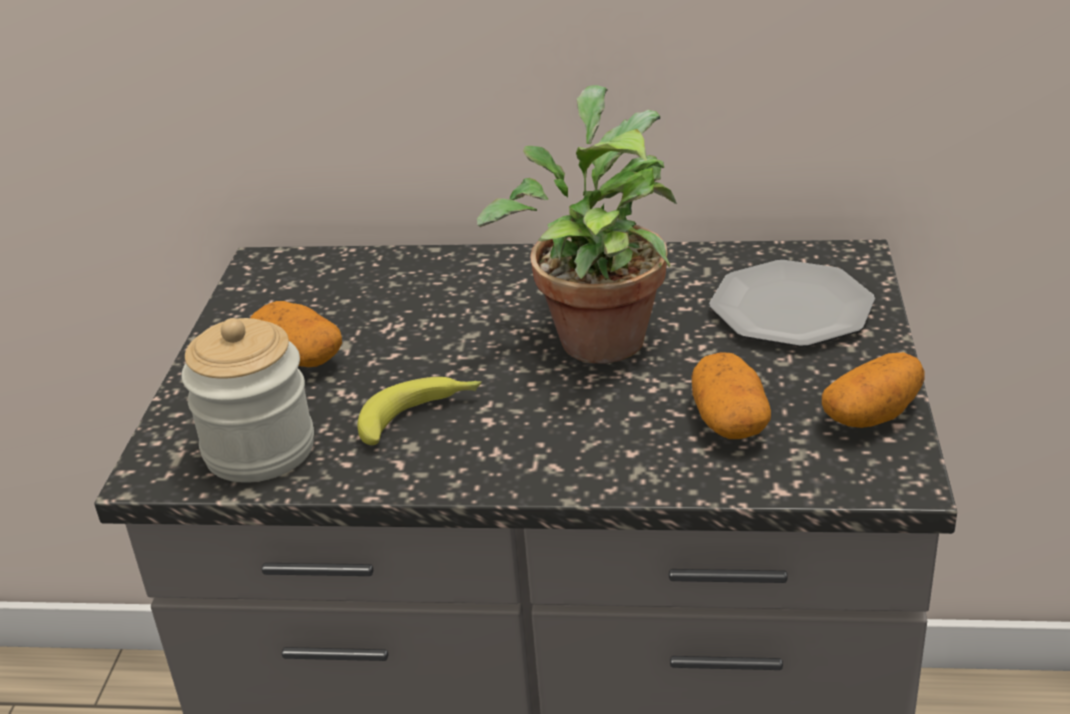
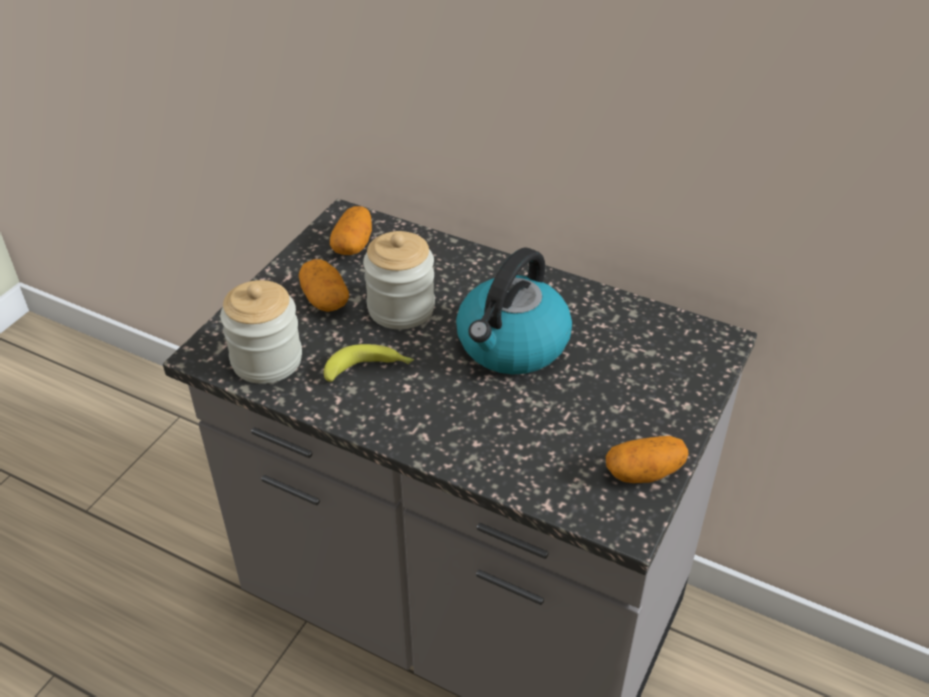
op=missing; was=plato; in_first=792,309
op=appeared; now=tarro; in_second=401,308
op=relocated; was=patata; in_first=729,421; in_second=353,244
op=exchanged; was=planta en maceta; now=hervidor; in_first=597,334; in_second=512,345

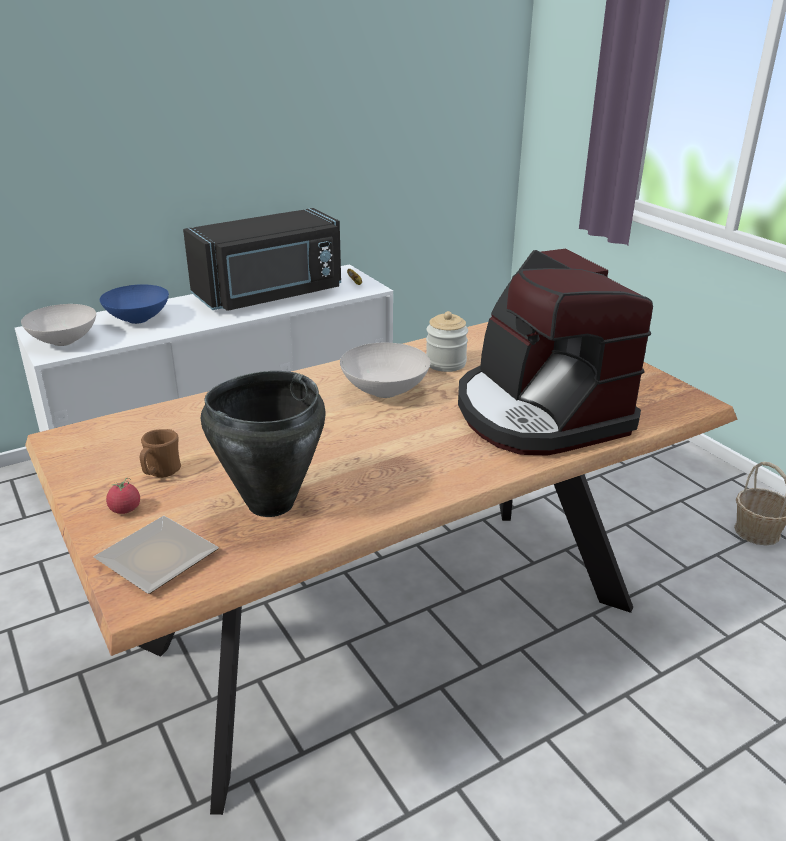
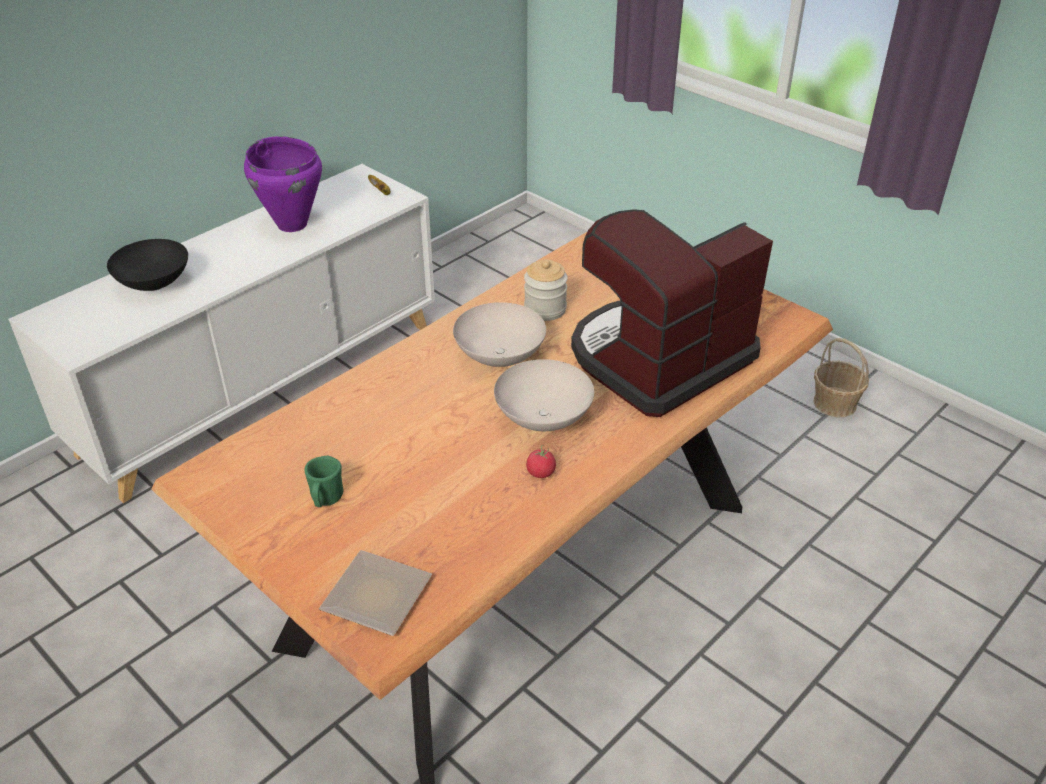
op=missing; was=olla/negro; in_first=269,503
op=relocated; was=cuenco/blanco; in_first=63,342; in_second=544,419
op=relocated; was=tomate; in_first=125,509; in_second=541,472
op=exchanged; was=microondas/negro; now=olla/morado; in_first=270,295; in_second=292,224
op=colour; was=cuenco/azul; now=cuenco/negro; in_first=139,319; in_second=155,283
op=colour; was=taza grande/marrón; now=taza grande/verde; in_first=161,473; in_second=325,500
op=spun; was=cafetera; in_first=539,413; in_second=658,359; clockwise=90

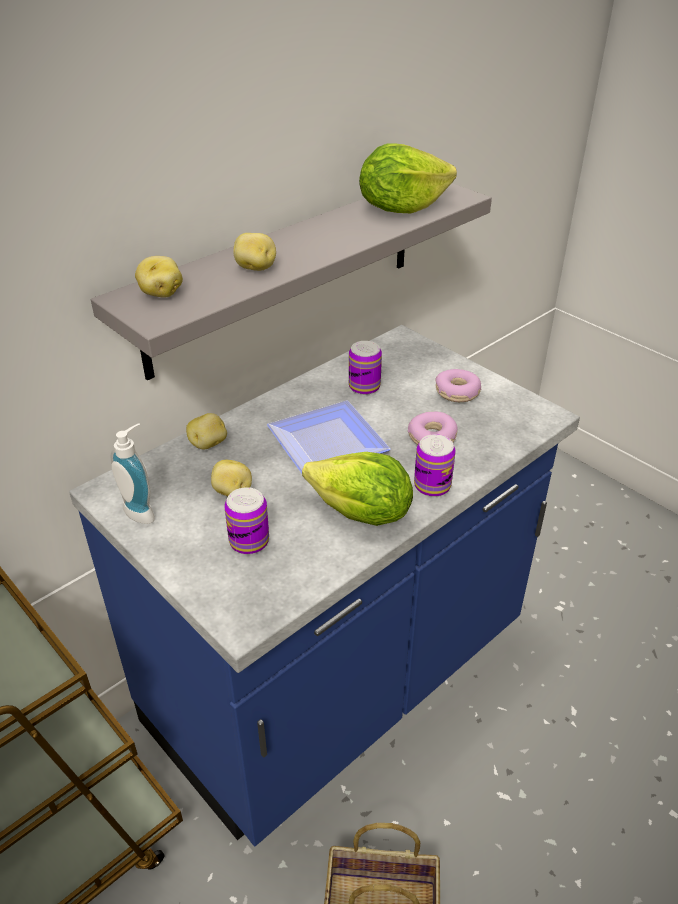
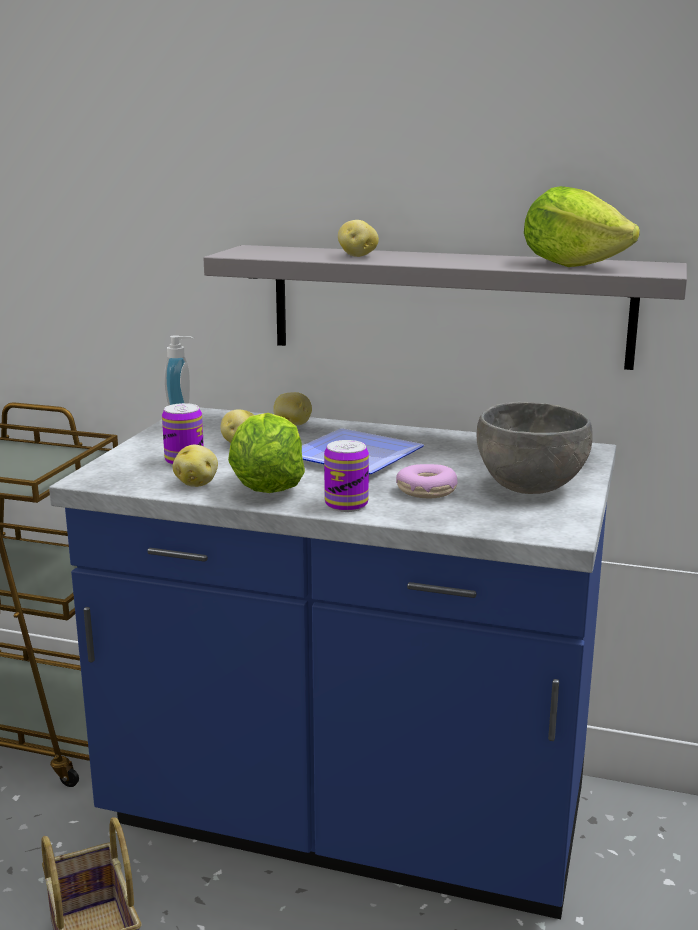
op=missing; was=lata; in_first=364,387
op=relocated; was=patata; in_first=161,293; in_second=197,483
op=exchanged; was=rosquilla; now=cuenco/gris; in_first=457,392; in_second=528,487

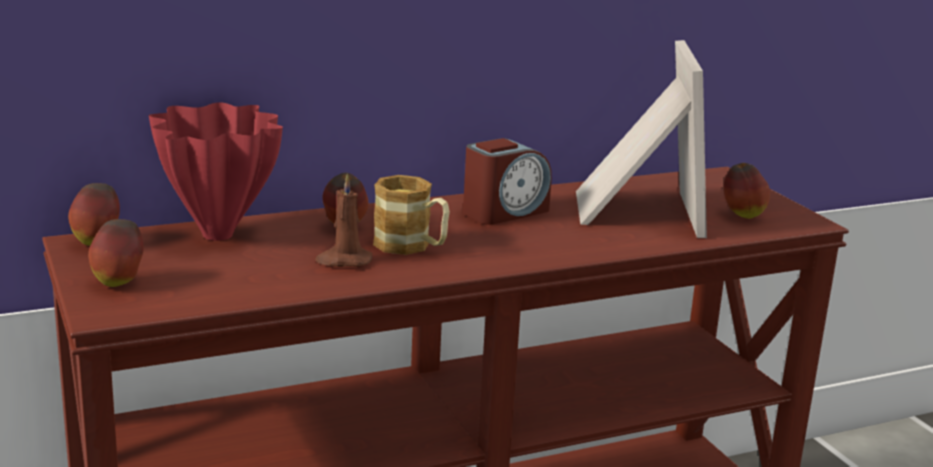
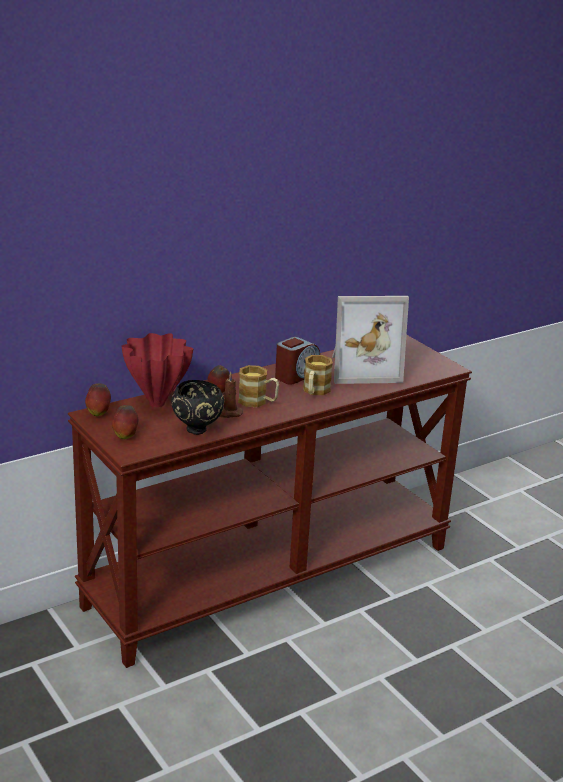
op=missing; was=manzana; in_first=742,215
op=appeared; now=cuenco/negro; in_second=198,430
op=appeared; now=taza grande; in_second=314,391
op=spun; was=portarretratos; in_first=634,210; in_second=362,368; clockwise=90

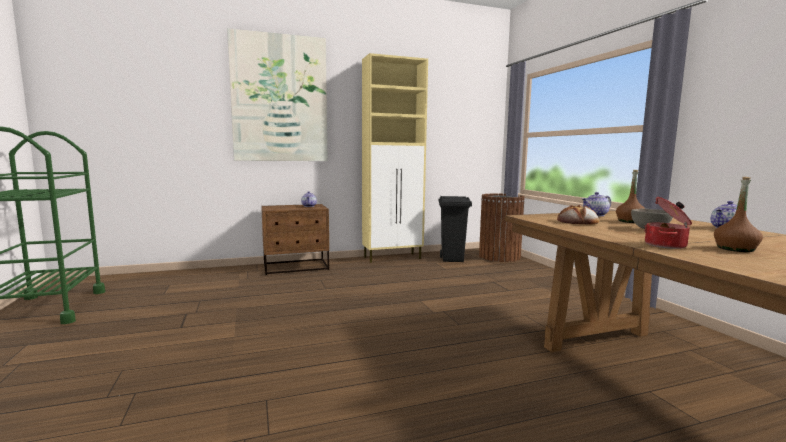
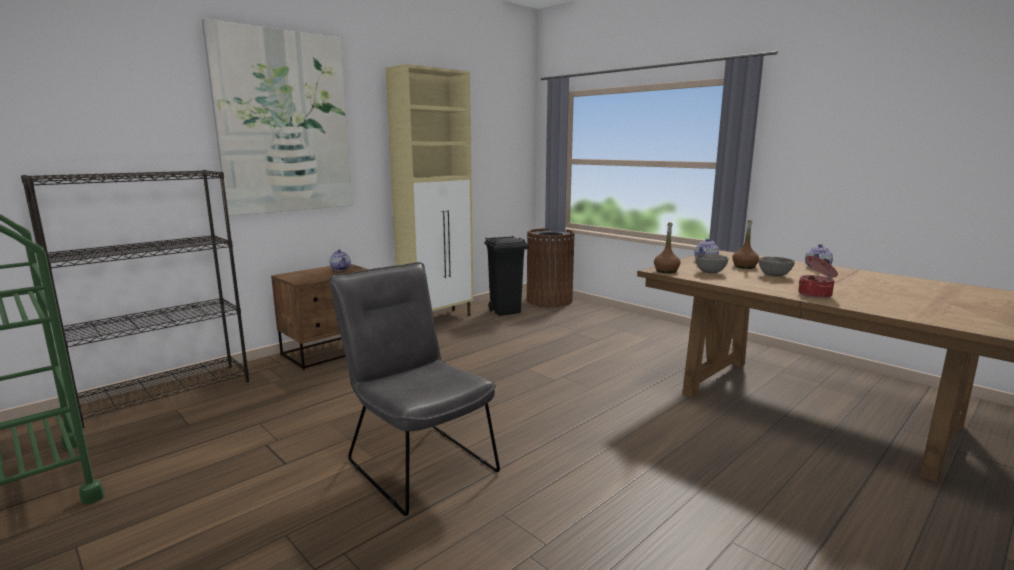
op=appeared; now=estantería/negro; in_second=166,393
op=appeared; now=silla/gris; in_second=416,461
op=relocated; was=botella/marrón; in_first=735,249; in_second=666,271
op=exchanged; was=pan; now=cuenco/gris; in_first=578,222; in_second=711,272

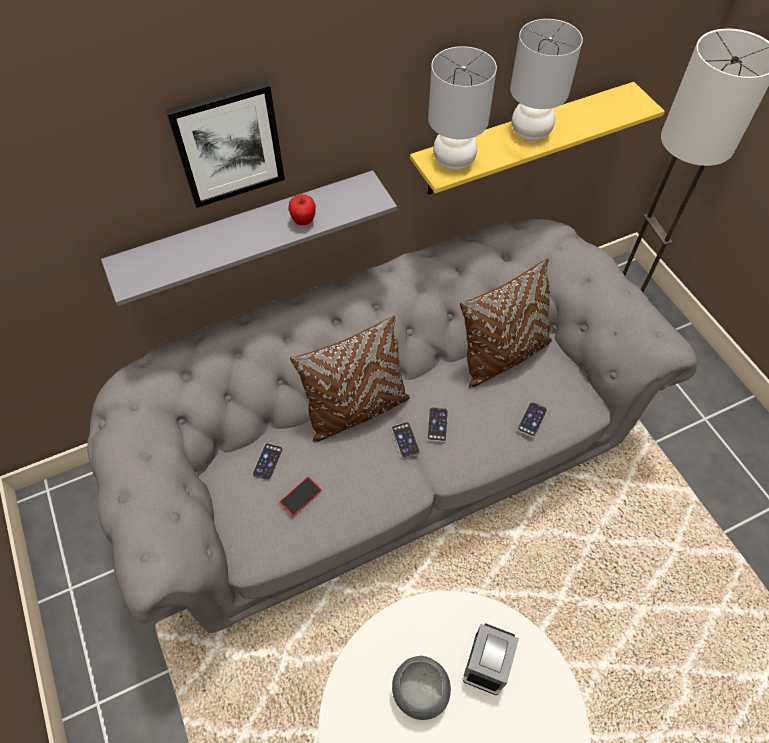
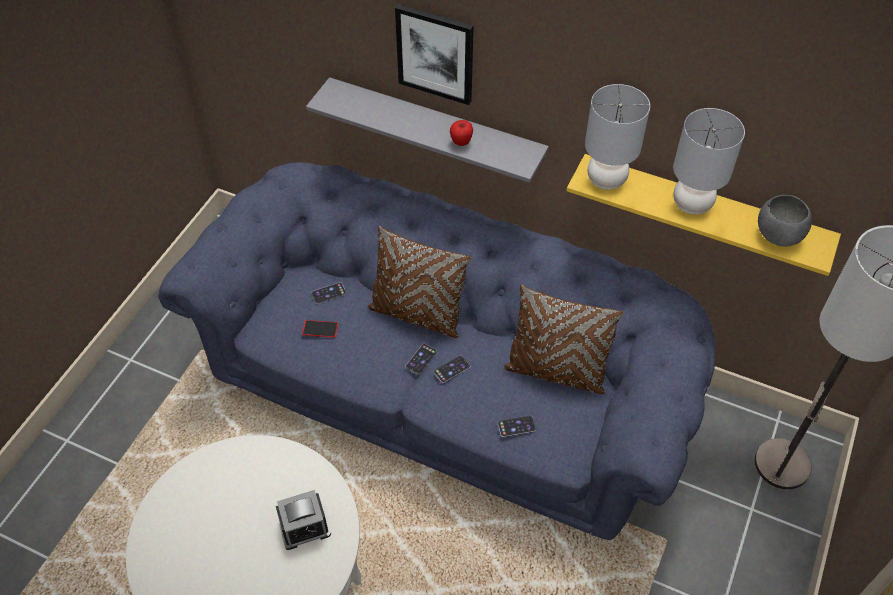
op=relocated; was=cuenco/gris; in_first=420,690; in_second=779,235
op=colour; was=sofá/gris; now=sofá/azul; in_first=385,454; in_second=445,390

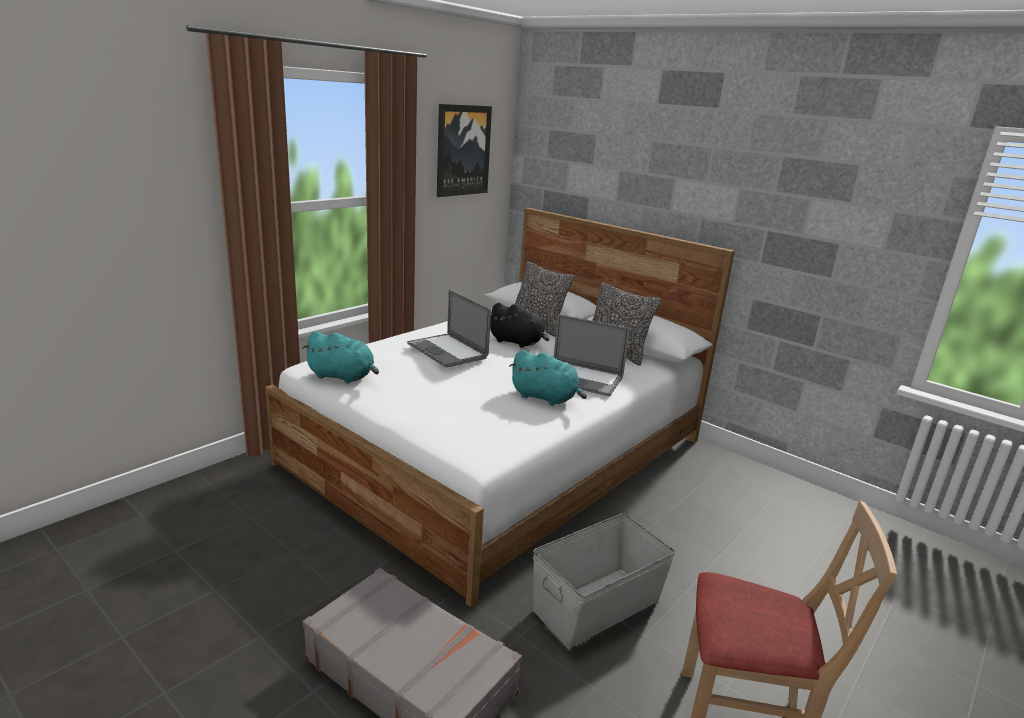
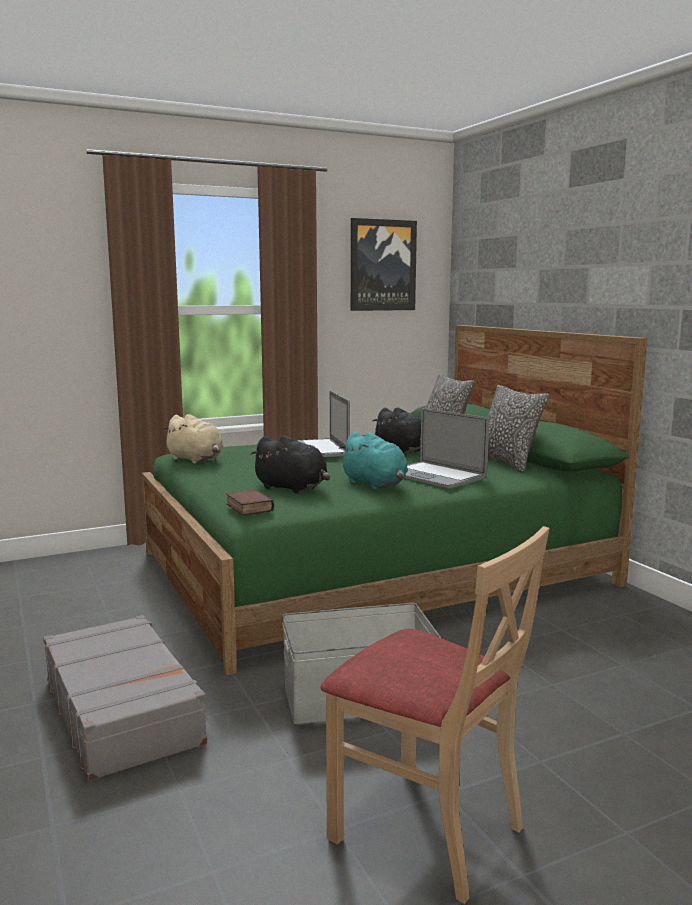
op=appeared; now=libro; in_second=247,507
op=appeared; now=peluche/negro; in_second=293,488
op=colour; was=cama/blanco; now=cama/verde; in_first=502,451; in_second=374,569
op=colour; was=peluche/turquesa; now=peluche/beis; in_first=343,377; in_second=196,460

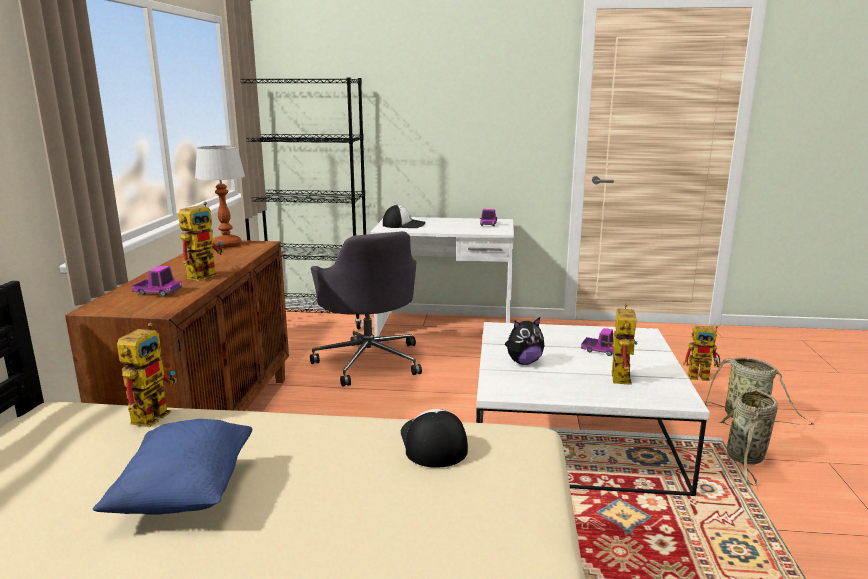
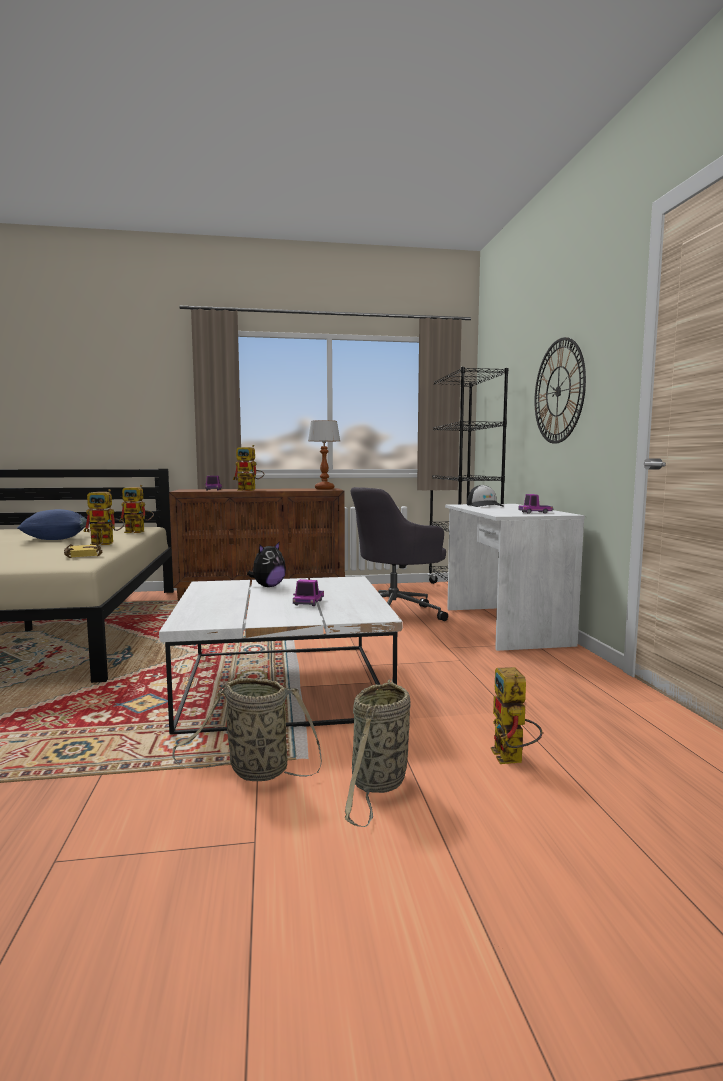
op=appeared; now=reloj de pared; in_second=558,391
op=relocated; was=robot de juguete; in_first=617,375; in_second=107,543
op=exchanged; was=gorra; now=libro/amarillo; in_first=432,442; in_second=81,554
op=spun; was=peluche; in_first=523,362; in_second=268,586; clockwise=-105

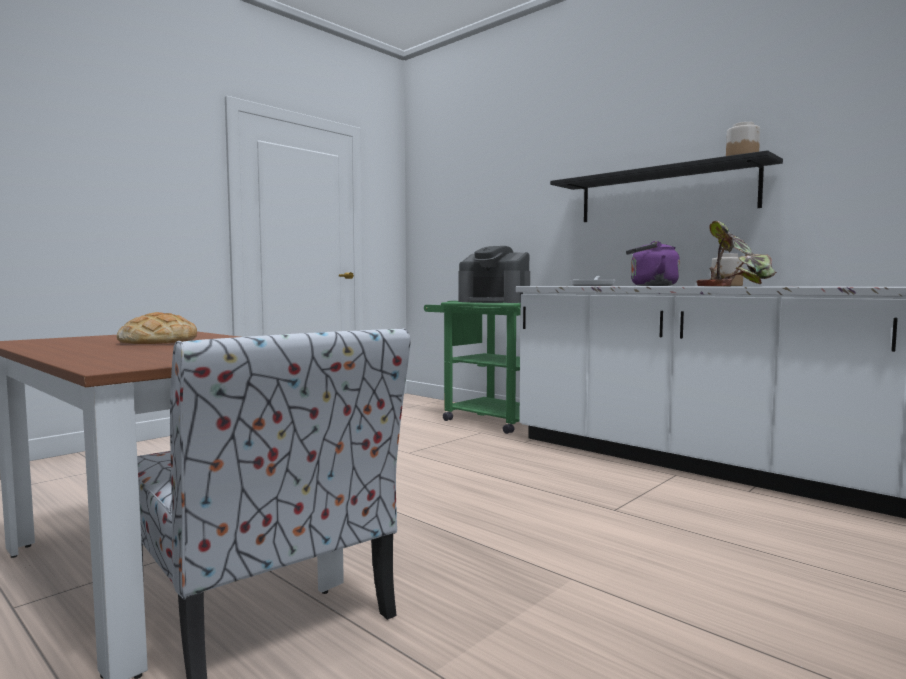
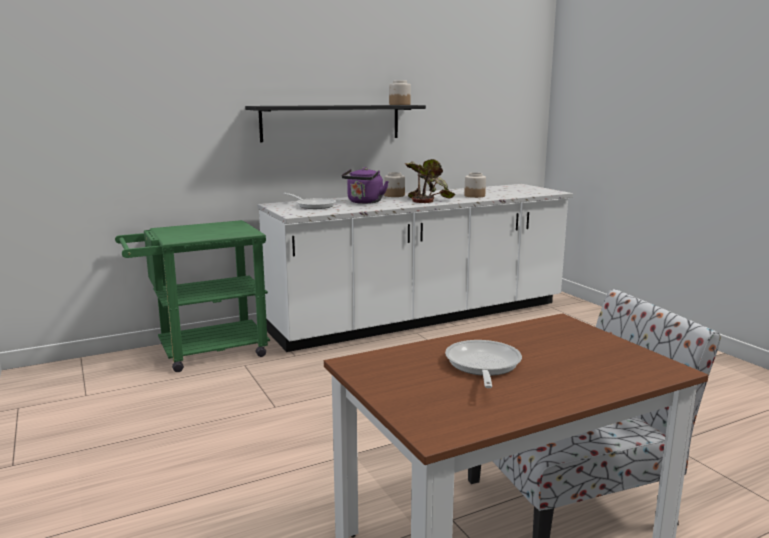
op=missing; was=cafetera; in_first=495,302
op=appeared; now=tarro; in_second=475,196
op=exchanged; was=pan; now=sartén; in_first=158,342; in_second=482,366

